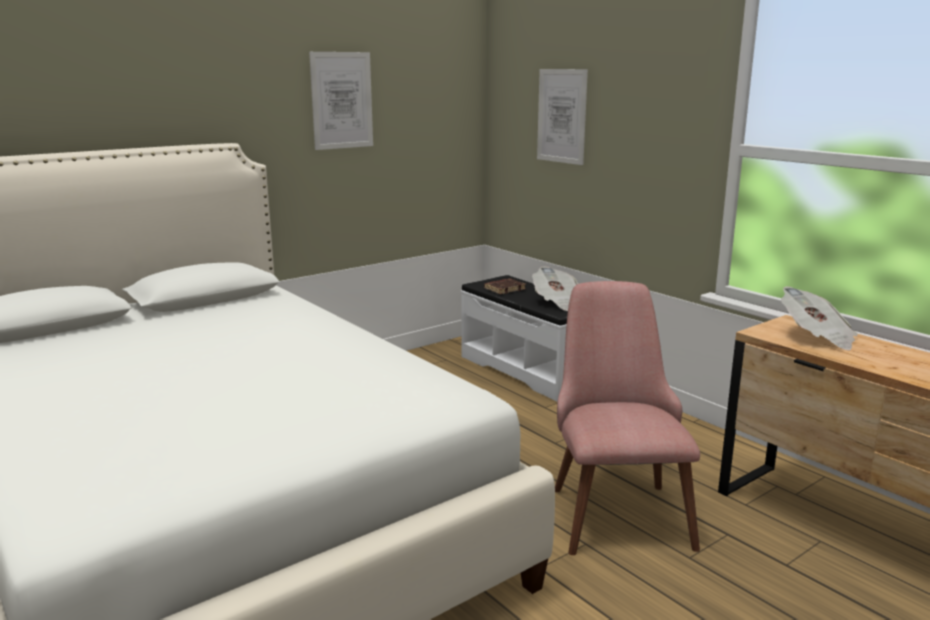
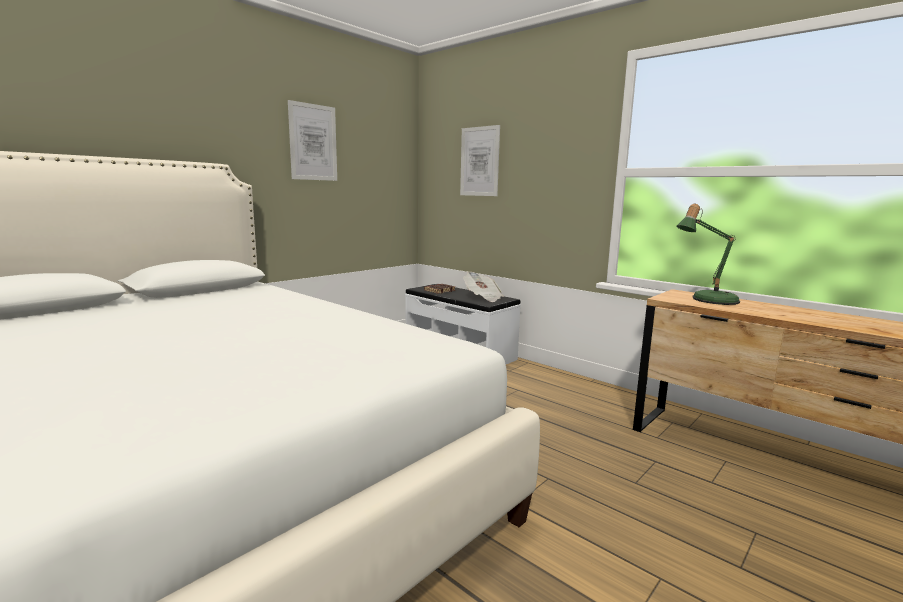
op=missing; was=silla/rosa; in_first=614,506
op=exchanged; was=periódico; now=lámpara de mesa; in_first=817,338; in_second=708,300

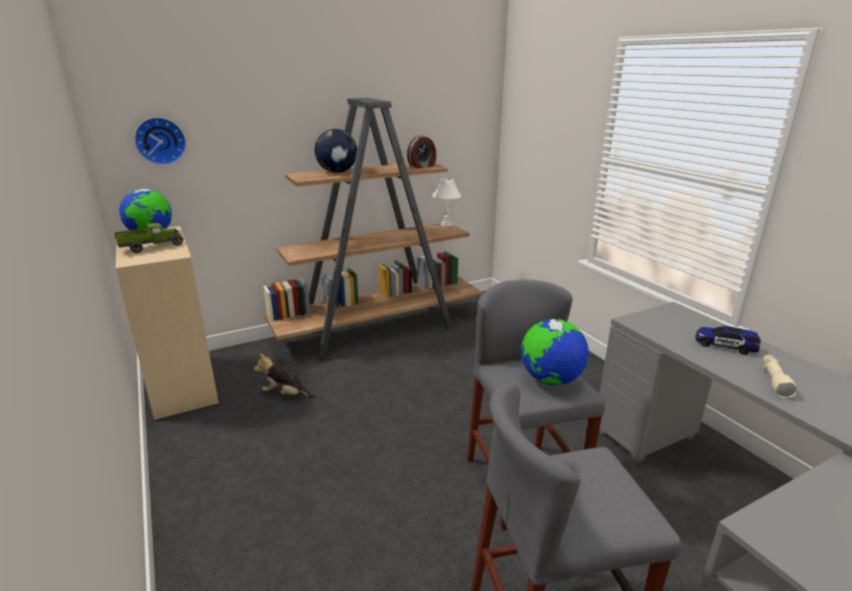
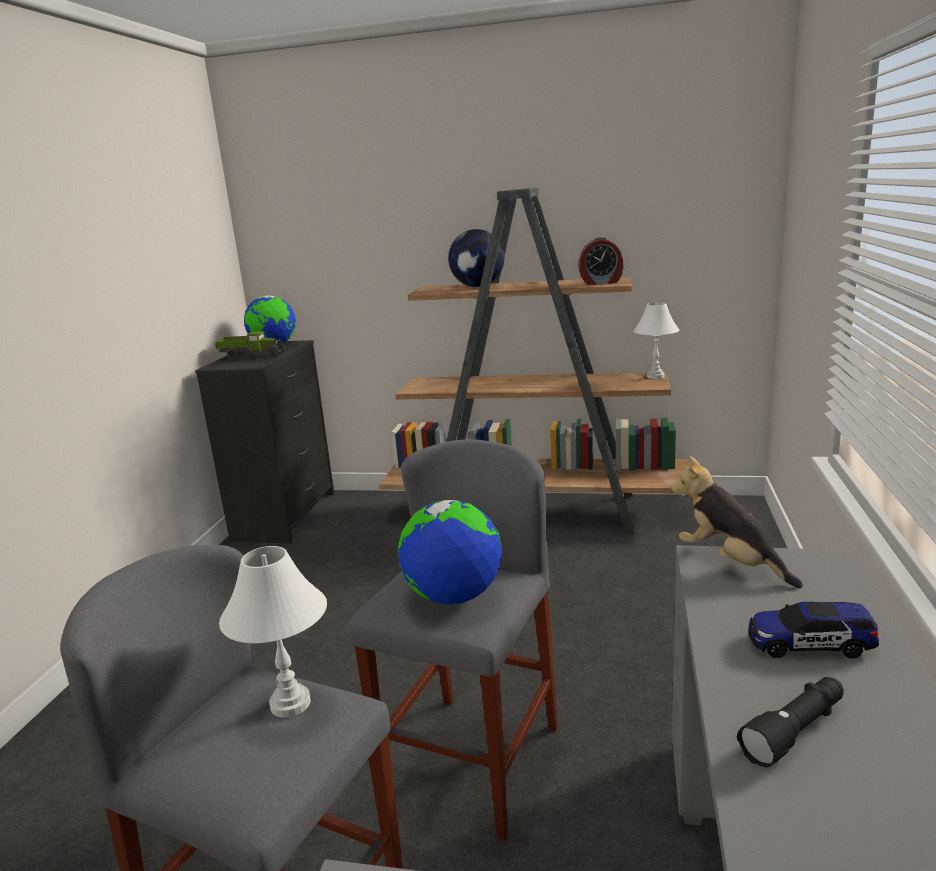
op=missing; was=reloj de pared; in_first=160,141
op=appeared; now=lámpara de mesa/blanco; in_second=289,704
op=relocated; was=peluche; in_first=285,394; in_second=730,563
op=colour; was=cómoda/beis; now=cómoda/negro; in_first=183,384; in_second=286,516
op=colour; was=linterna/beis; now=linterna/negro; in_first=774,381; in_second=795,731
op=spun; was=coche de juguete; in_first=725,346; in_second=810,644; clockwise=-60

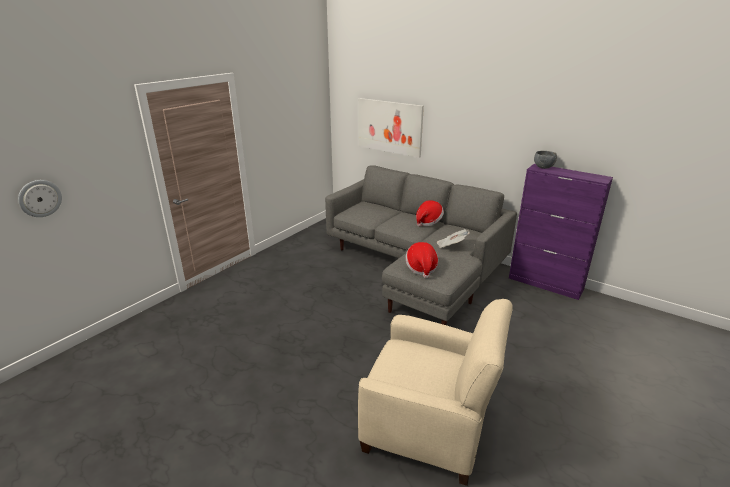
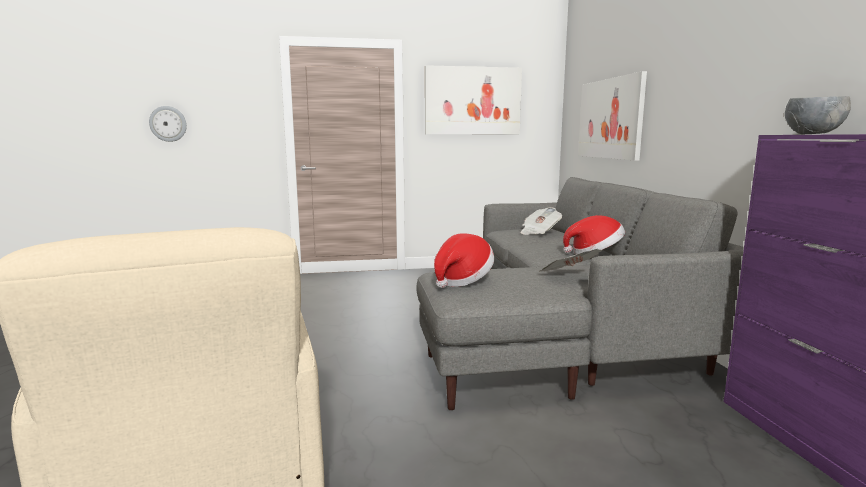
op=appeared; now=cuadro; in_second=472,101
op=appeared; now=periódico; in_second=539,232

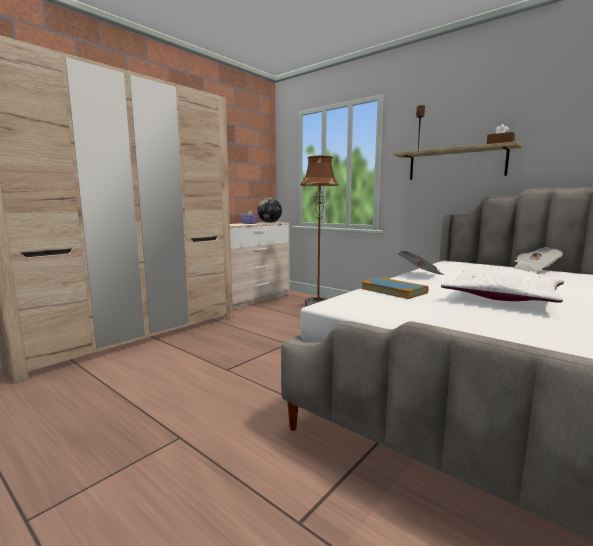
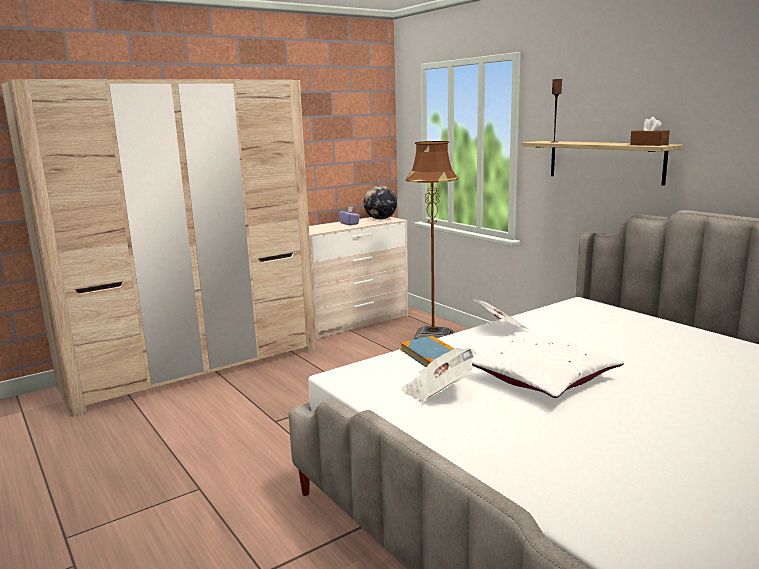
op=relocated; was=periódico; in_first=533,269; in_second=438,391

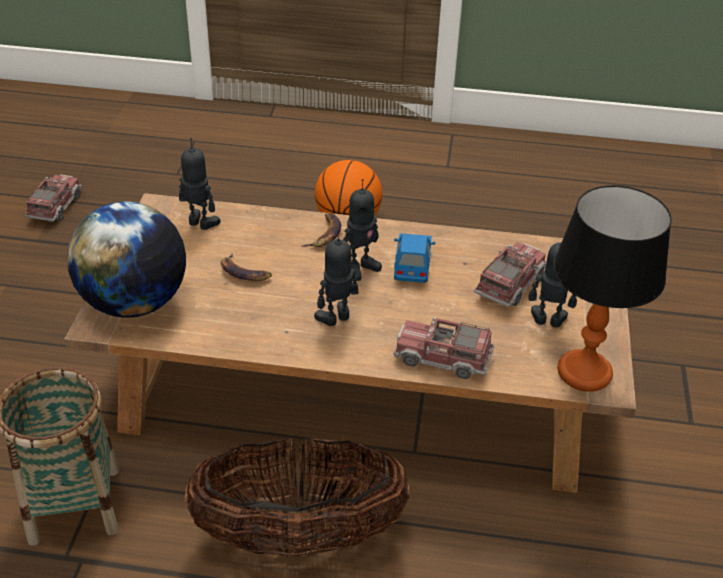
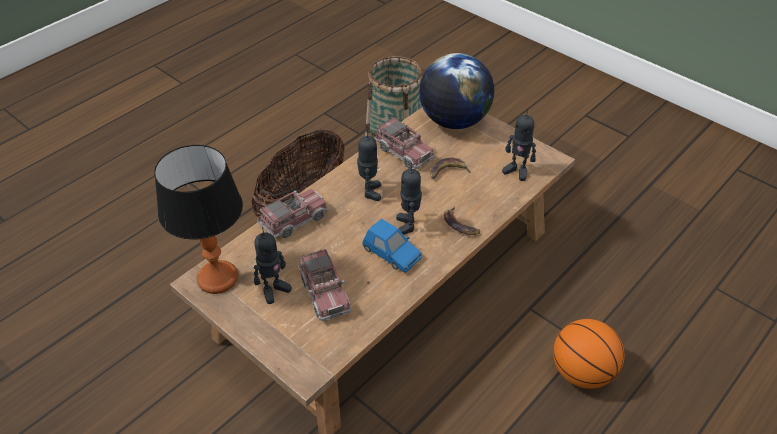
op=relocated; was=camión de juguete; in_first=55,207; in_second=404,152
op=spun; was=robot de juguete; in_first=200,224; in_second=517,171; clockwise=60

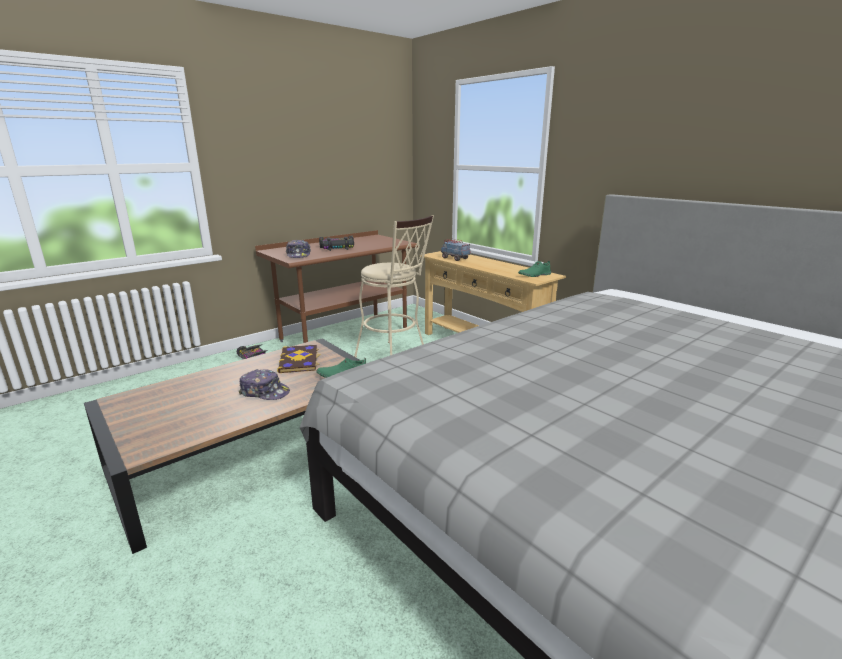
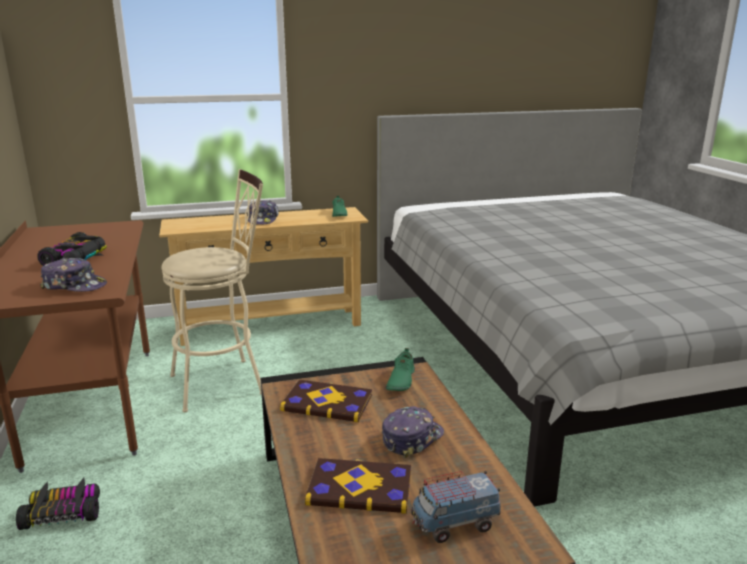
op=appeared; now=gorra; in_second=263,220
op=appeared; now=libro; in_second=360,487
op=relocated; was=camión de juguete; in_first=455,258; in_second=454,524

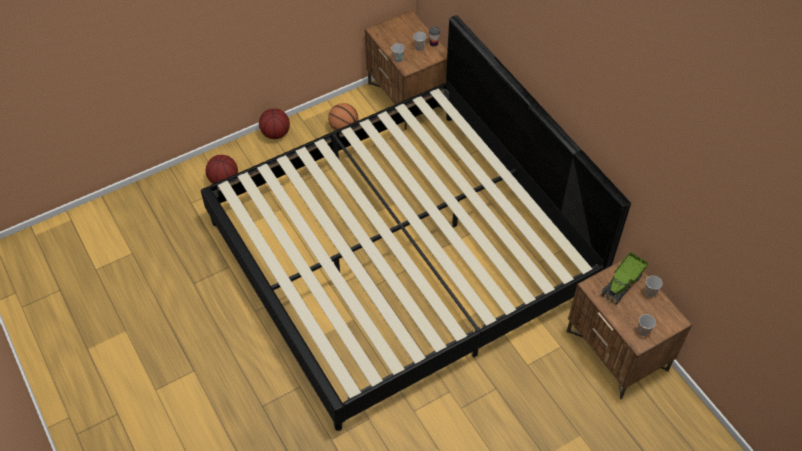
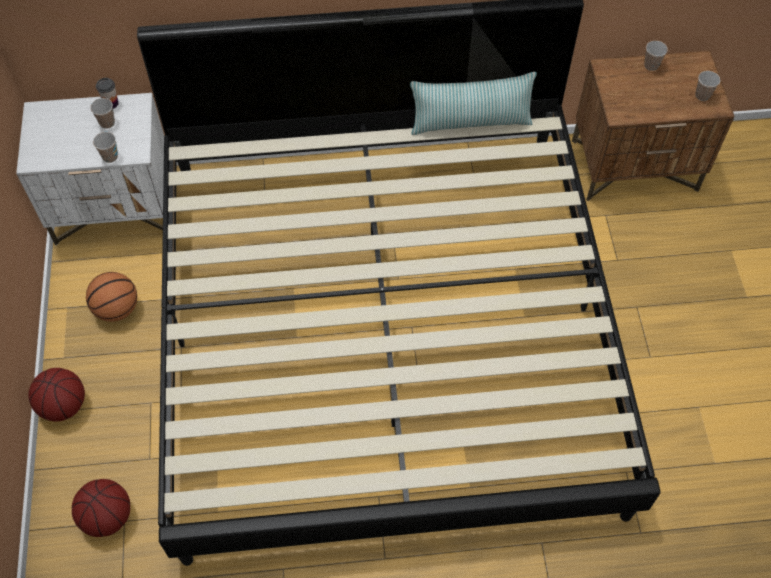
op=missing; was=camión de juguete; in_first=622,283
op=appeared; now=cojín; in_second=471,123
op=colour; was=mesita de noche/marrón; now=mesita de noche/blanco; in_first=408,97; in_second=116,207

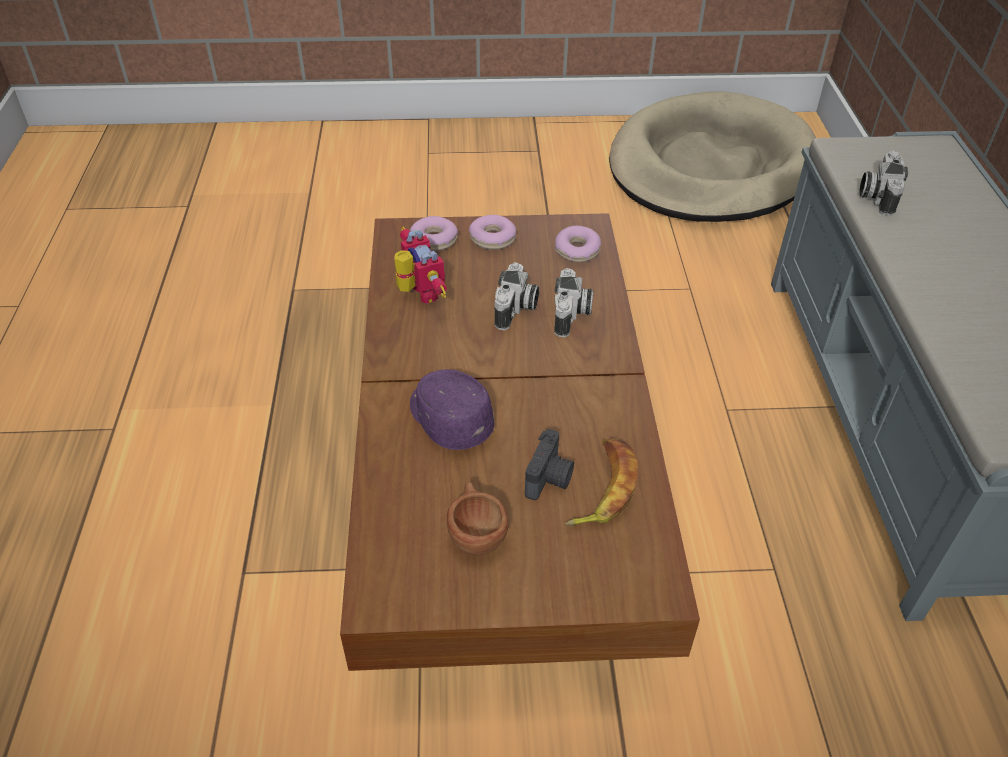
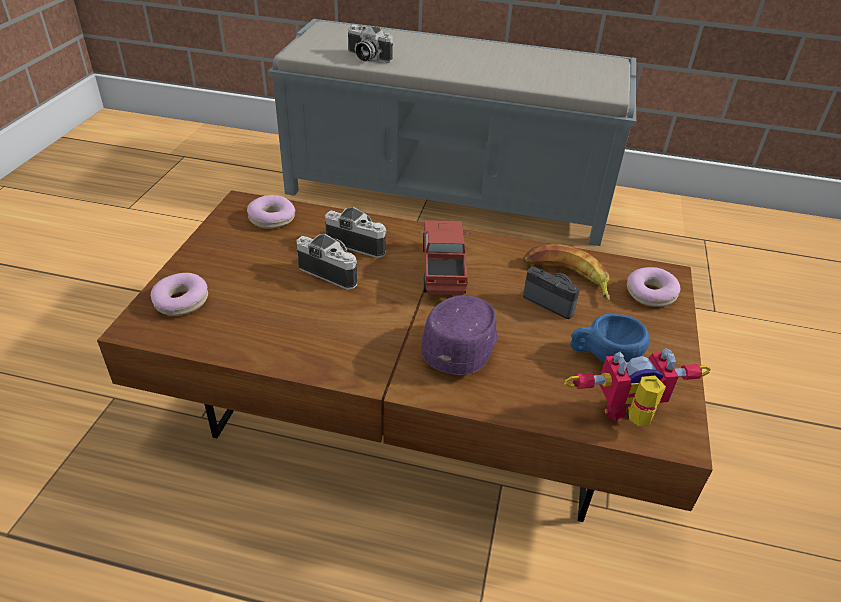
op=missing; was=cama para perro/beis; in_first=710,167
op=appeared; now=camión de juguete; in_second=443,271
op=relocated; was=robot de juguete; in_first=418,294; in_second=629,418
op=relocated; was=rosquilla; in_first=492,238; in_second=650,293
op=colour; was=taza/marrón; now=taza/azul; in_first=475,532; in_second=603,356
op=spun; was=gorra/morado; in_first=448,419; in_second=462,345; clockwise=135

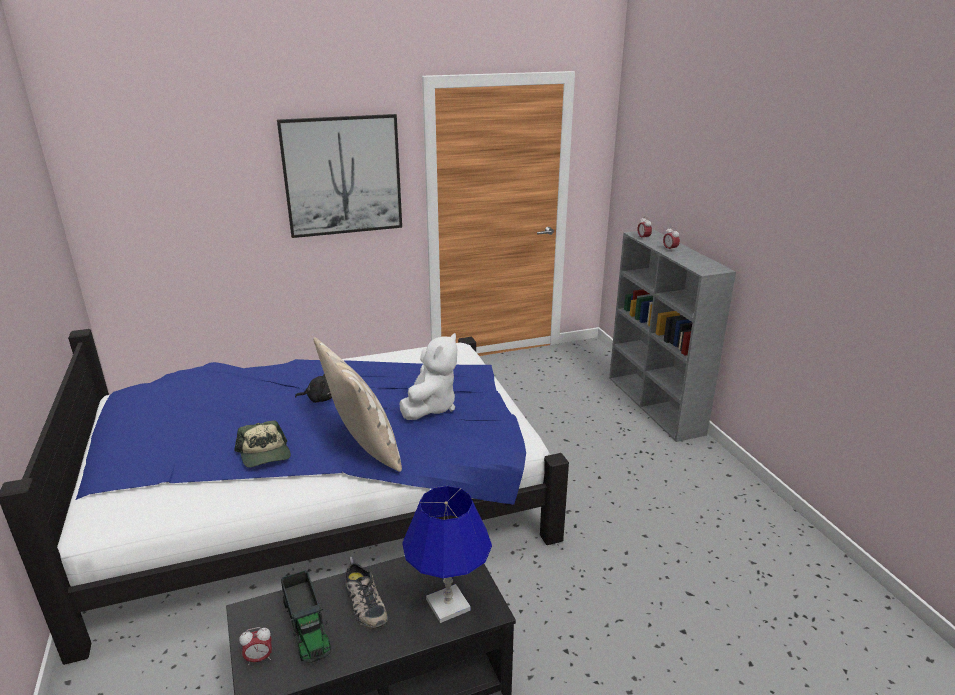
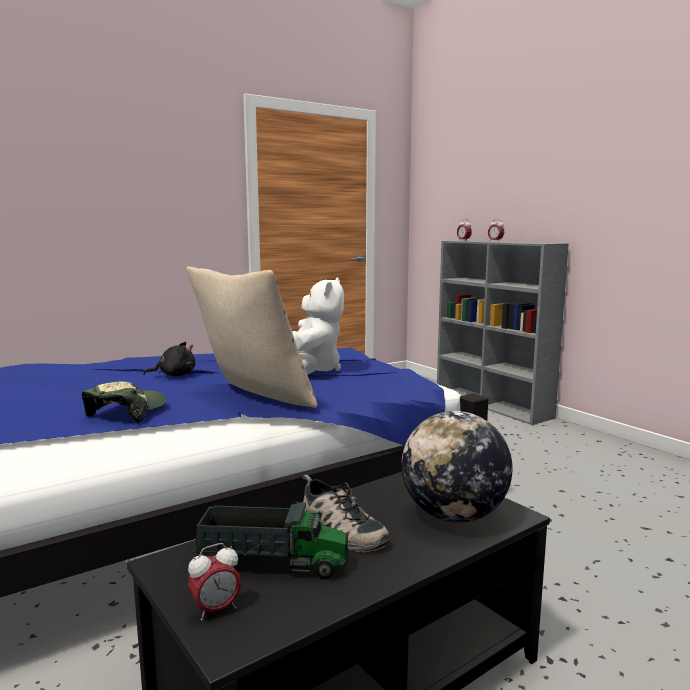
op=missing; was=cuadro; in_first=342,176
op=exchanged; was=lámpara de mesa/azul; now=globo terráqueo; in_first=448,604; in_second=454,516
op=spun; was=gorra; in_first=265,454; in_second=127,412; clockwise=-120
op=spun; was=camión de juguete; in_first=307,626; in_second=272,564; clockwise=-45

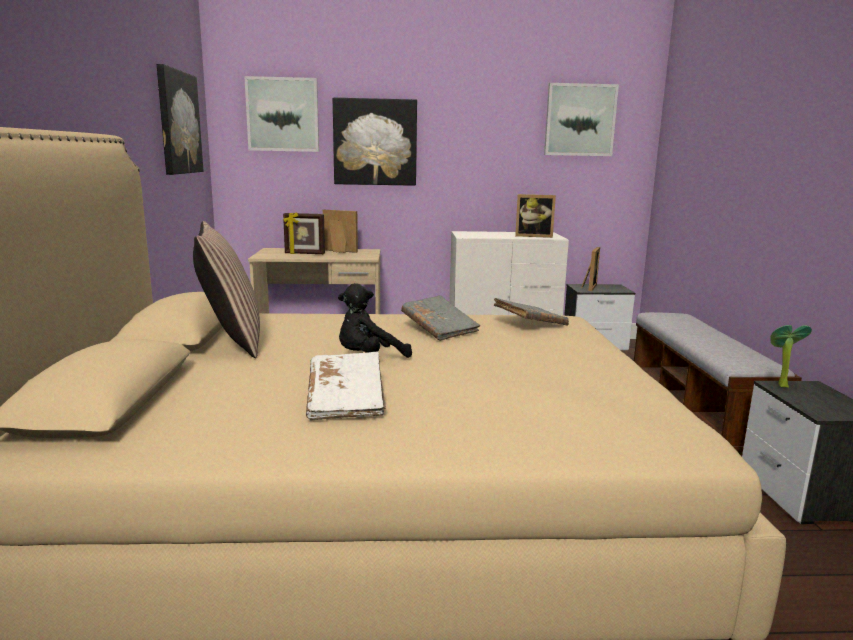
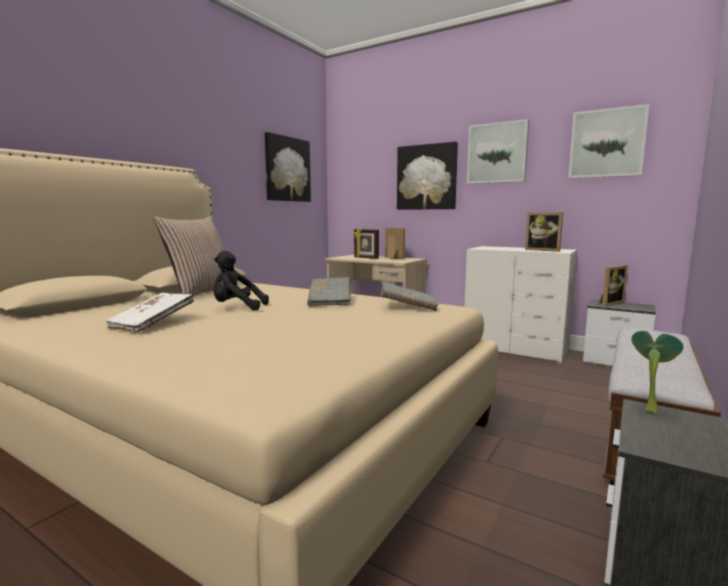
op=relocated; was=cuadro; in_first=283,114; in_second=497,153

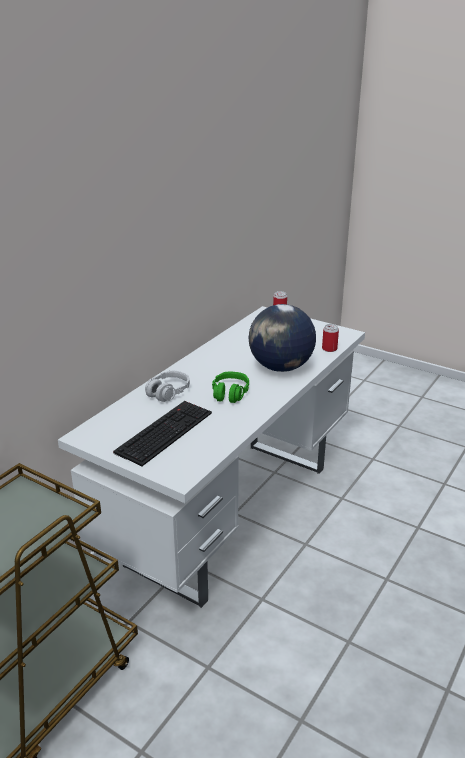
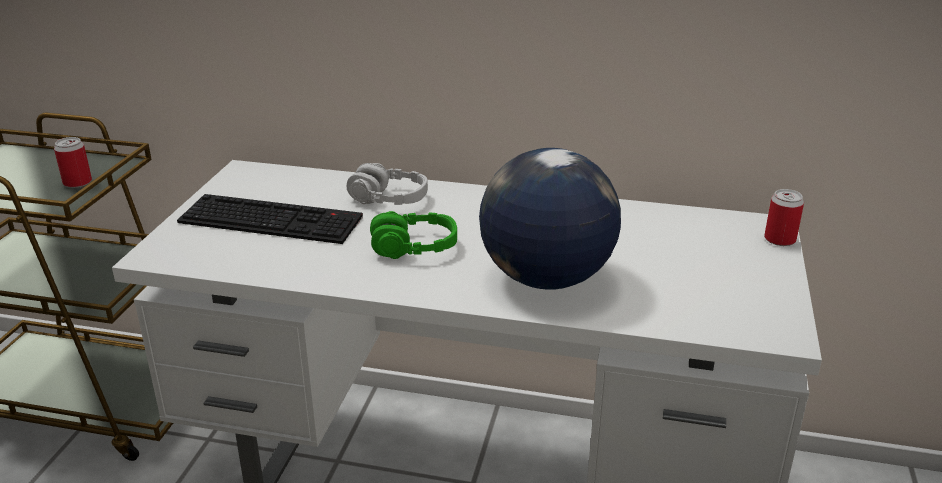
op=relocated; was=lata; in_first=329,349; in_second=77,183

